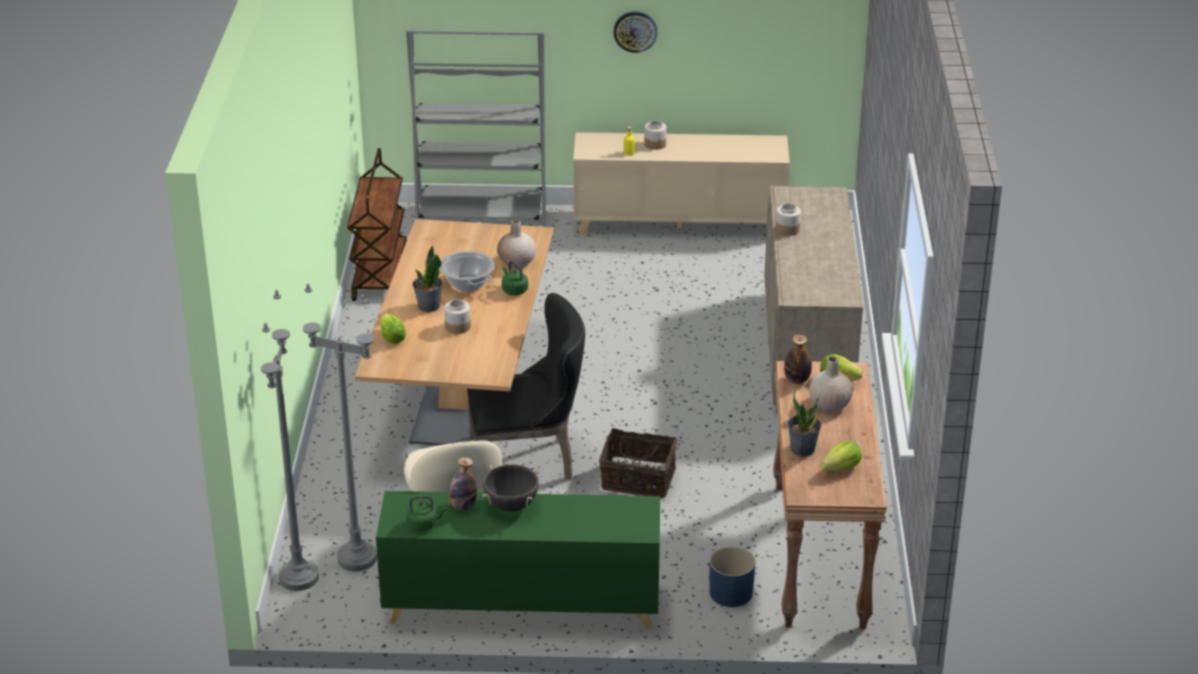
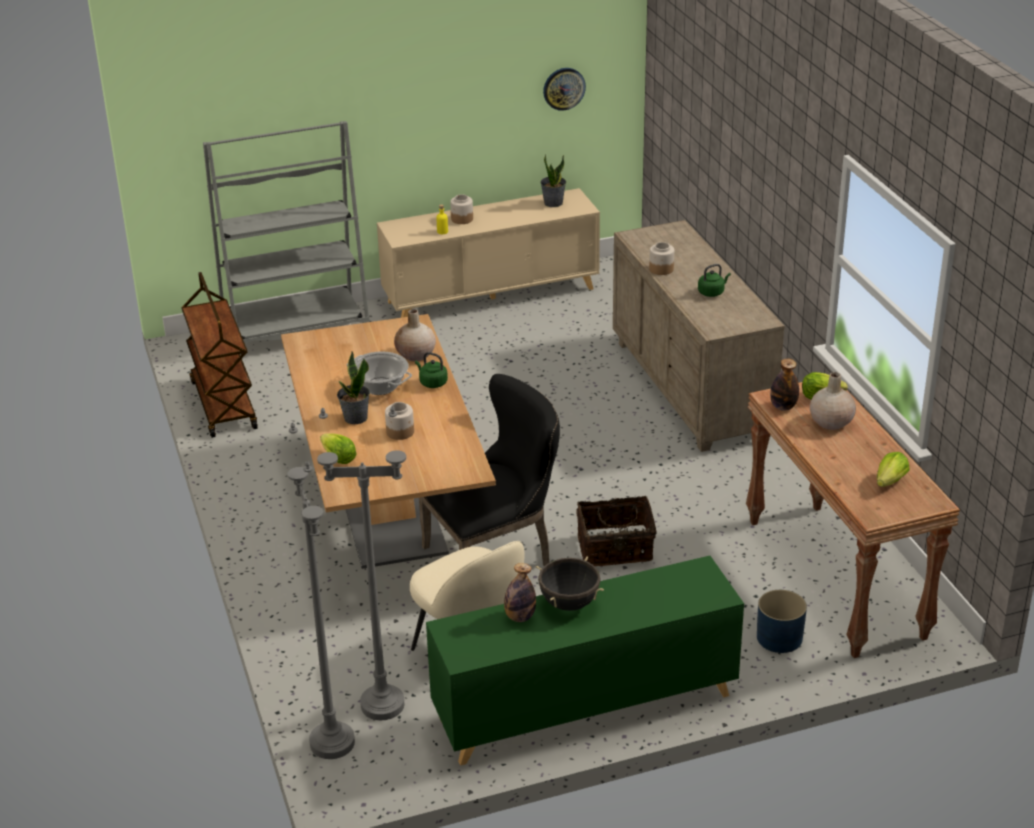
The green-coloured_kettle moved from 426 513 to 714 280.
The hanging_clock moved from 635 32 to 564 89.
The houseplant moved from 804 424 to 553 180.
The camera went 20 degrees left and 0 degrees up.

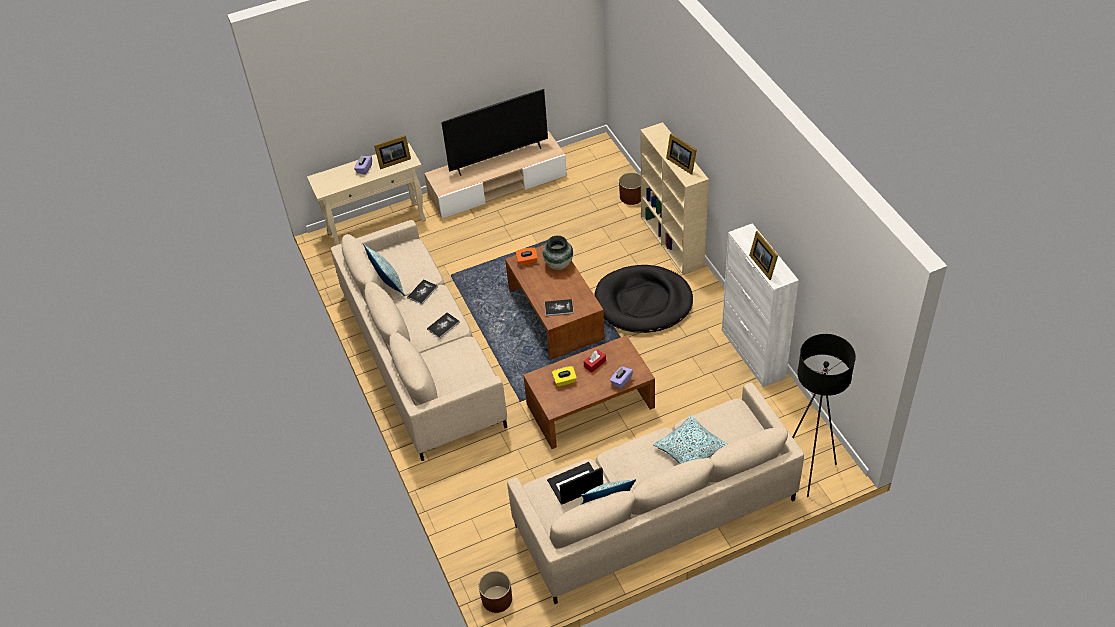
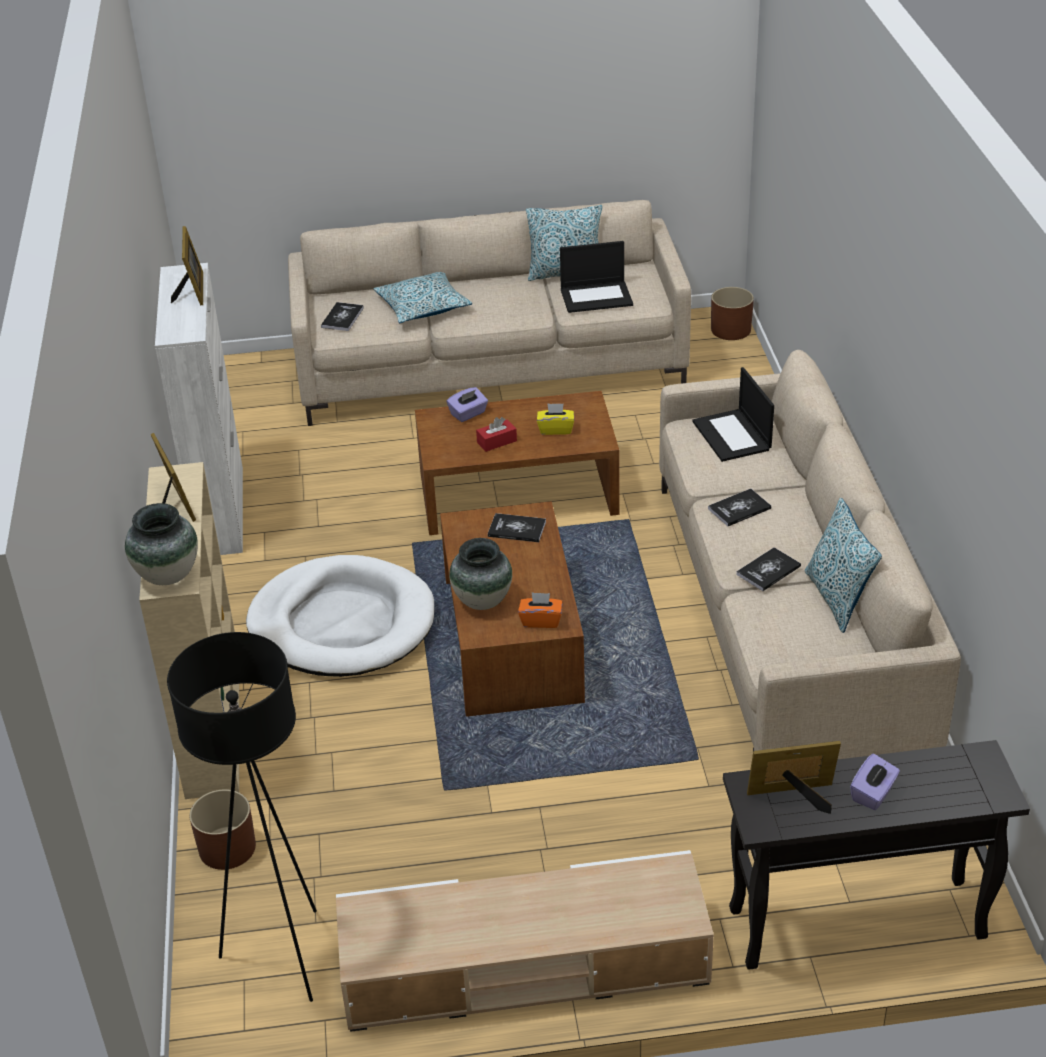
The TV at 494 132 disappeared.
The vase at 161 544 appeared.
The book at 342 316 appeared.
The portable_computer at 733 414 appeared.
The black_standard_lamp moved from 824 415 to 242 817.
The beige-coloured_narrow_table at 366 194 became the black_narrow_table at 876 855.
The black_pet_bed at 643 299 became the white-coloured_pet_bed at 340 616.
The camera went 165 degrees left and 10 degrees down.

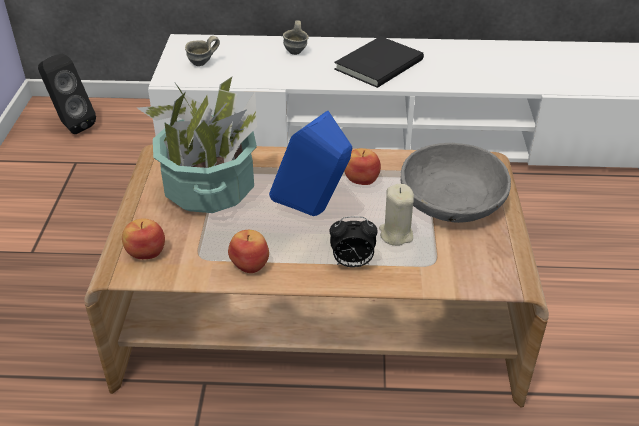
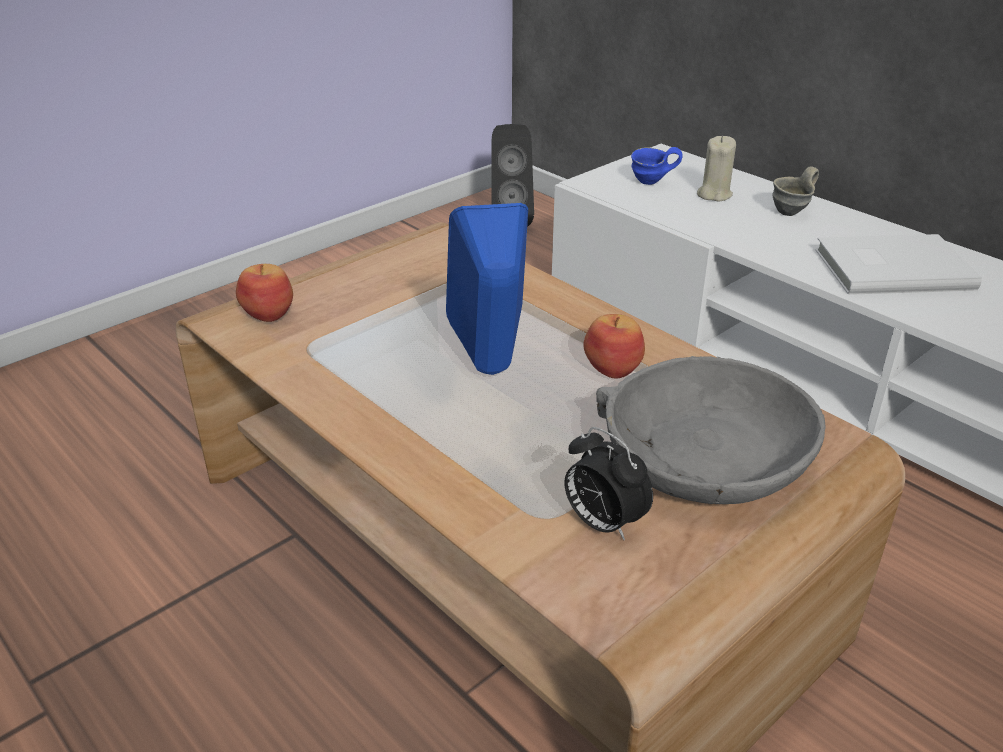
The houseplant at 197 145 disappeared.
The whole_apple at 248 251 disappeared.
The alarm_clock moved from 353 242 to 608 484.
The beige-coloured_wax_candle moved from 396 215 to 716 168.
The greyish_tea_mug at 202 51 became the blue-coloured_tea_mug at 657 166.
The black_book at 379 62 became the white-coloured_book at 898 264.
The camera went 45 degrees right and 5 degrees down.

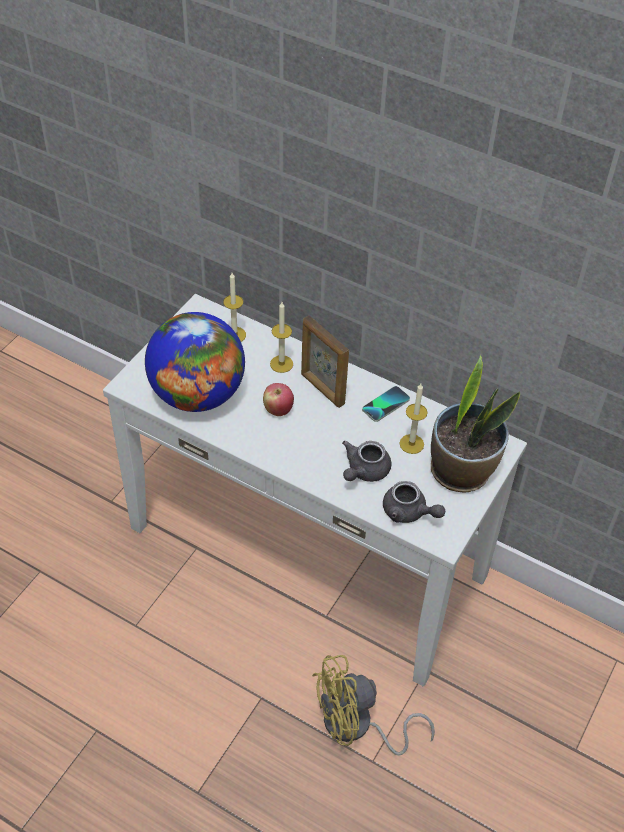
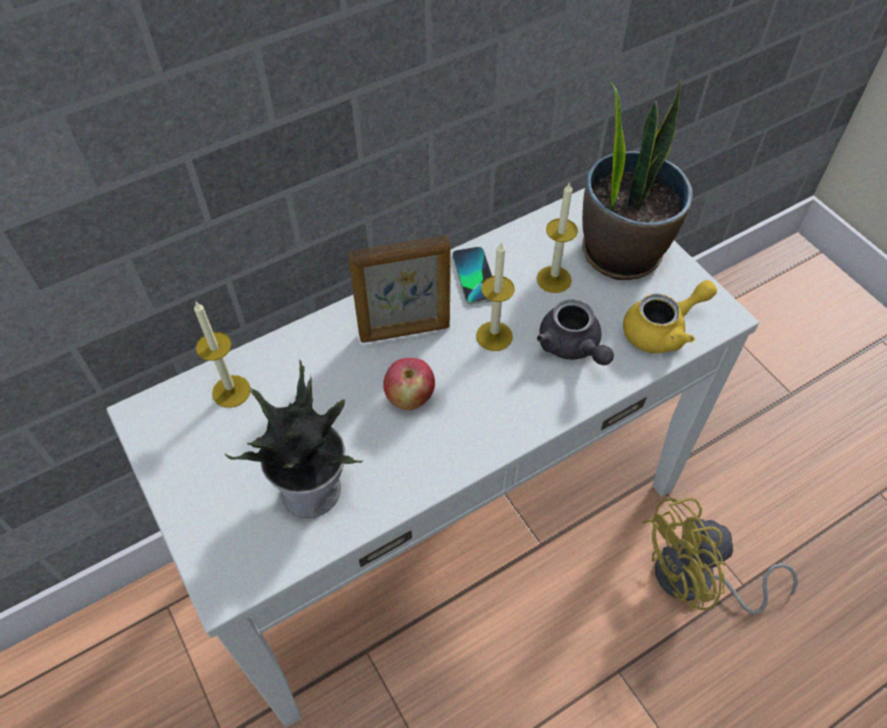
The wax_candle moved from 281 337 to 495 296.
The desk_globe at 195 362 was replaced by the houseplant at 294 438.
The greyish_pot_for_tea at 414 502 became the yellow_pot_for_tea at 670 316.
The yellow_cooling_fan at 373 705 turned 60 degrees clockwise.
The camera went 60 degrees left and 5 degrees up.

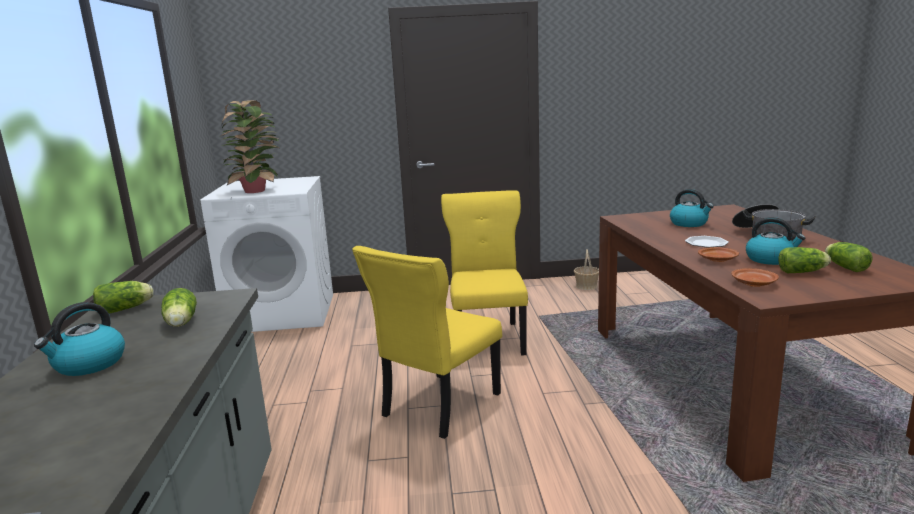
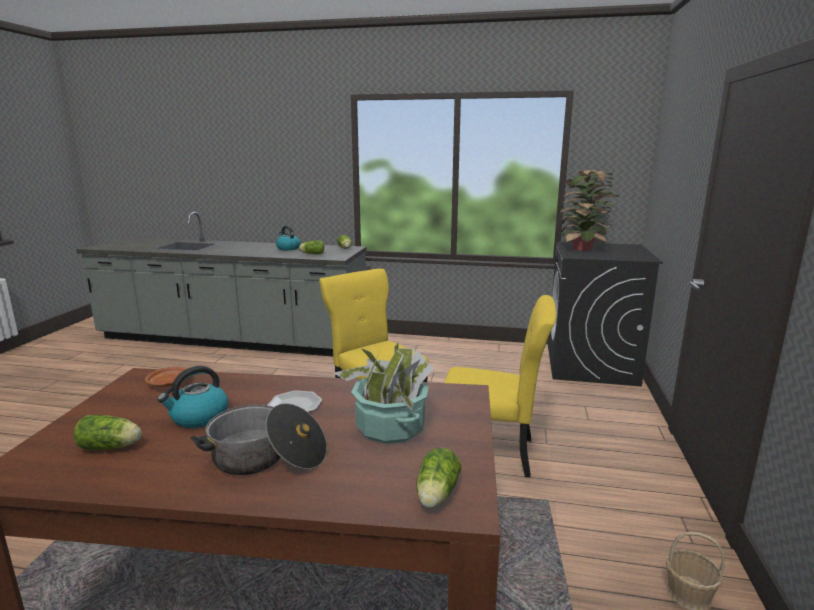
The brown_flat_dish at 718 254 disappeared.
The head_of_lettuce moved from 804 260 to 438 478.
The kettle at 692 208 was replaced by the houseplant at 384 393.
The white-coloured_laundry_machine at 267 254 became the black_laundry_machine at 605 314.
The camera went 105 degrees right and 0 degrees up.

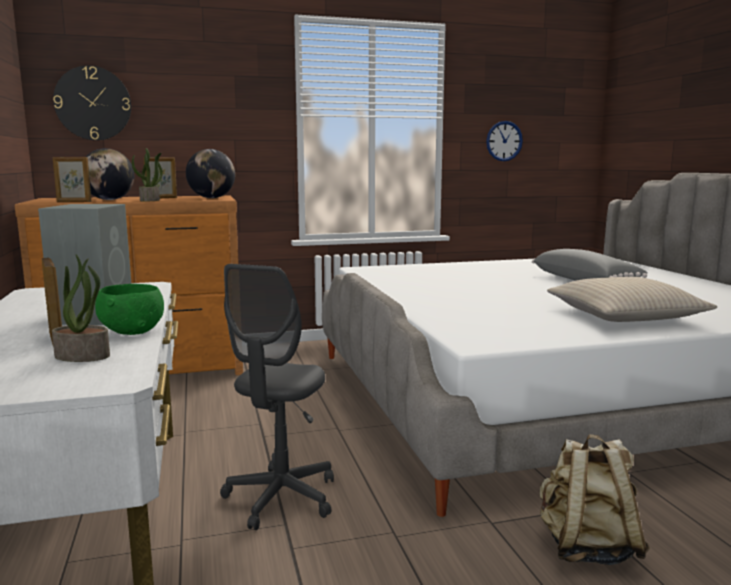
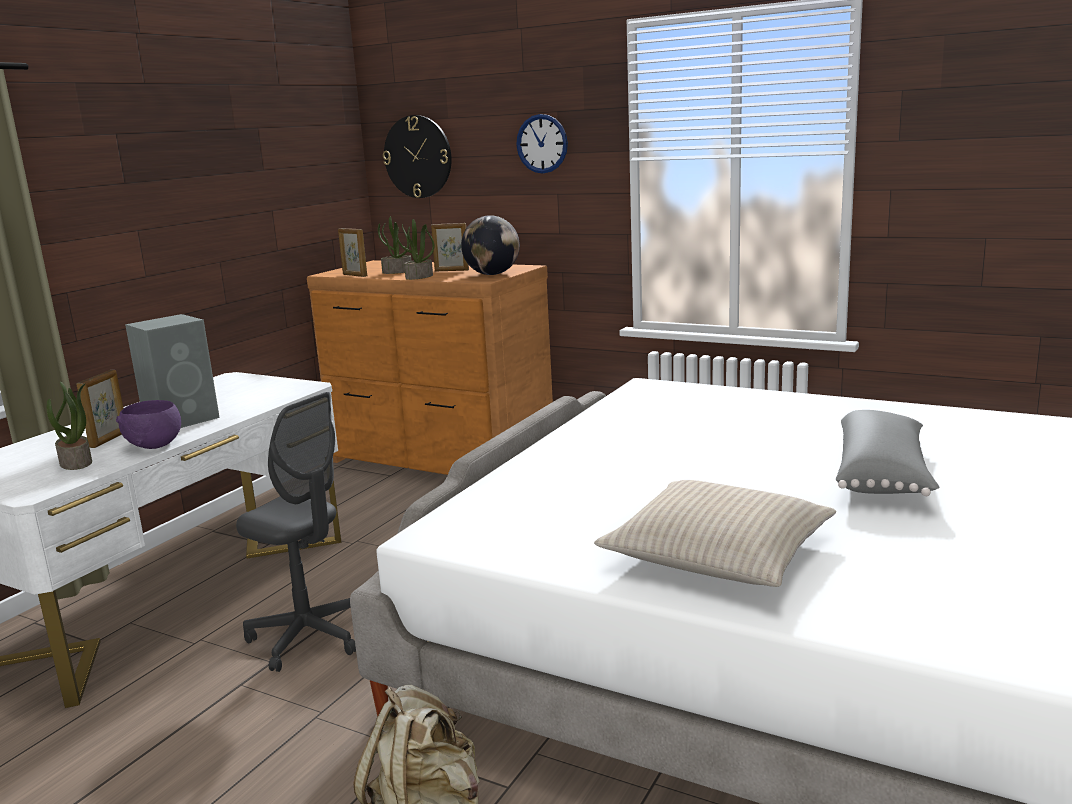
The hanging_clock moved from 504 141 to 542 144.
The desk_globe at 110 174 was replaced by the houseplant at 394 245.
The green-coloured_deep_dish at 129 309 became the purple-coloured_deep_dish at 148 424.
The greyish_office_chair at 277 397 turned 120 degrees counterclockwise.
The camera went 45 degrees right and 5 degrees up.

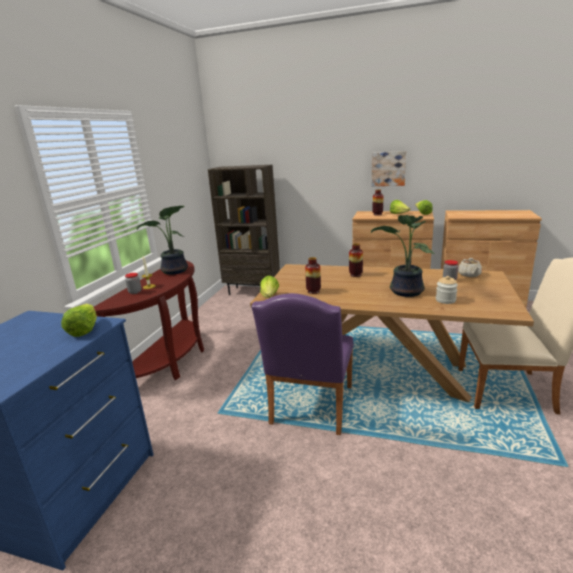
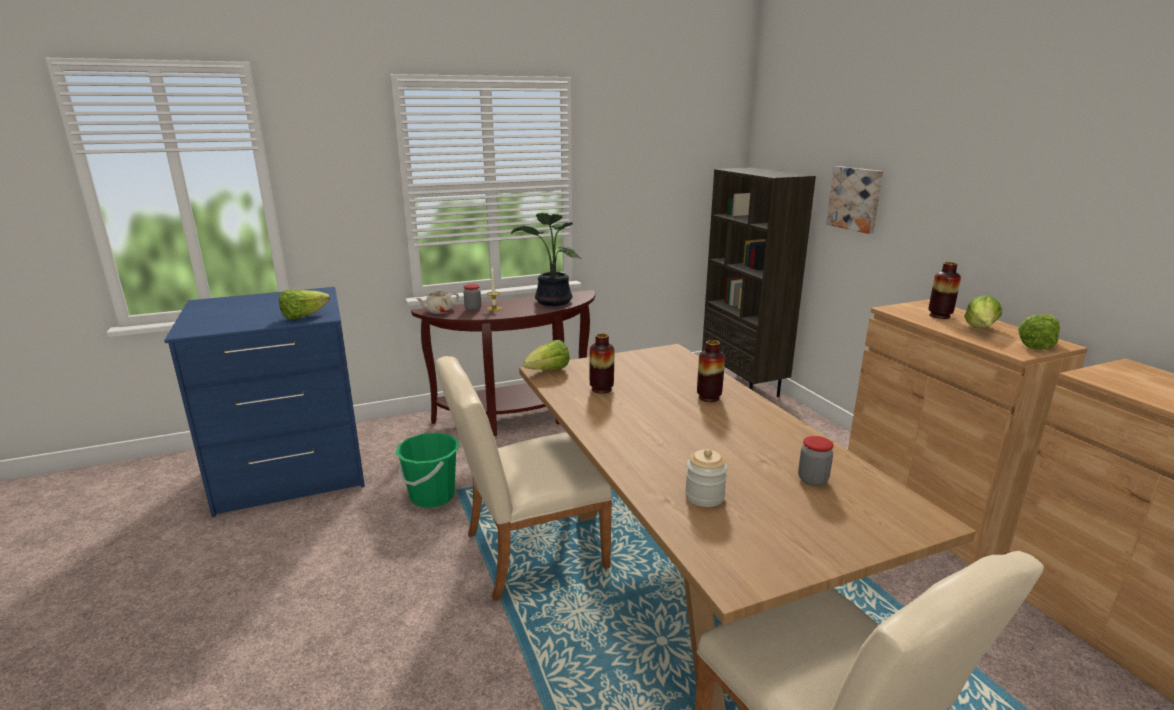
The houseplant at 403 256 disappeared.
The green-coloured_pail at 427 470 appeared.
The wall_art moved from 388 168 to 854 200.
The beige-coloured_pot_for_tea moved from 470 267 to 437 301.
The purple-coloured_plain_chair at 302 364 became the beige-coloured_plain_chair at 524 478.
The camera went 50 degrees right and 0 degrees up.

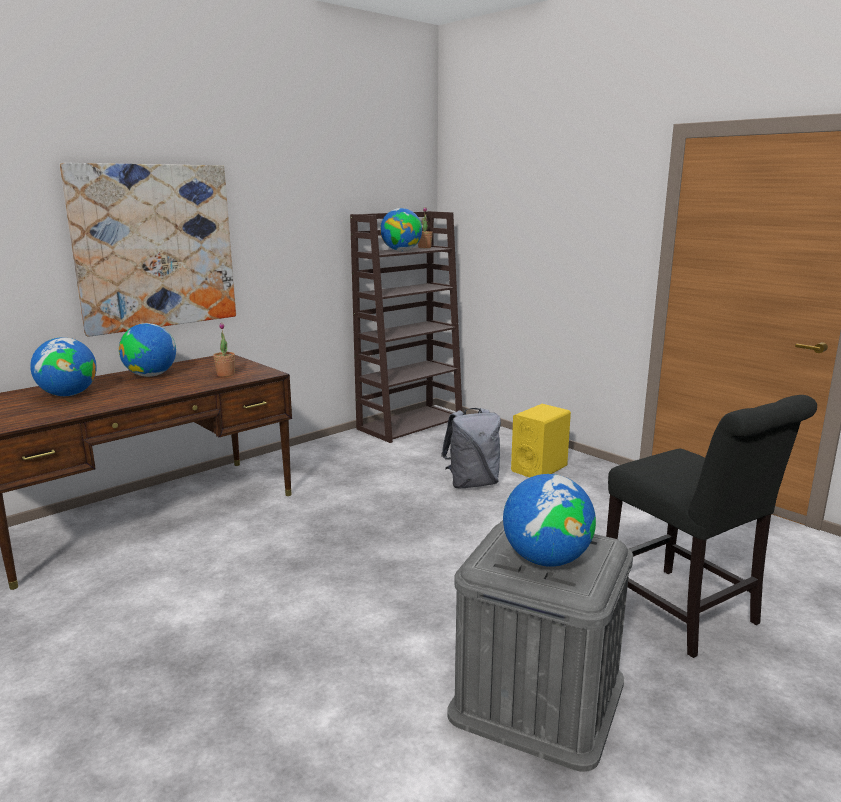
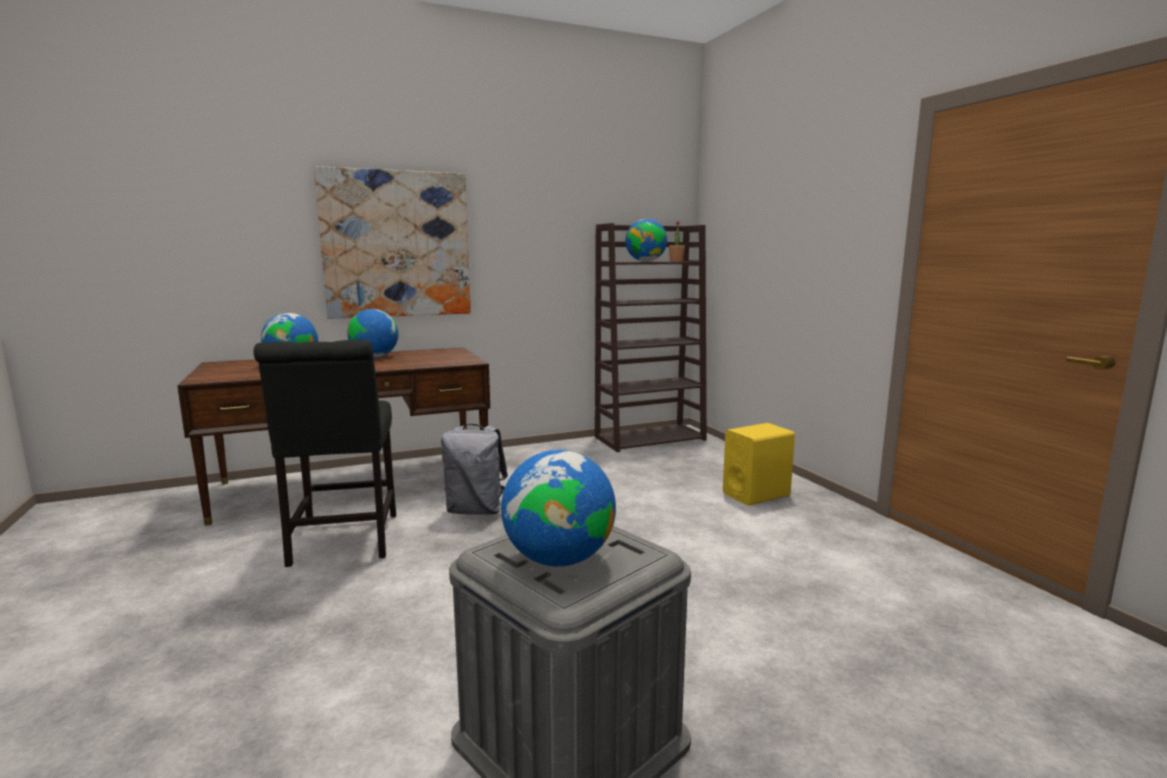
The houseplant at 224 350 disappeared.
The greyish_knapsack moved from 471 448 to 474 469.
The black_plain_chair moved from 711 526 to 324 453.
The camera went 20 degrees right and 5 degrees down.

